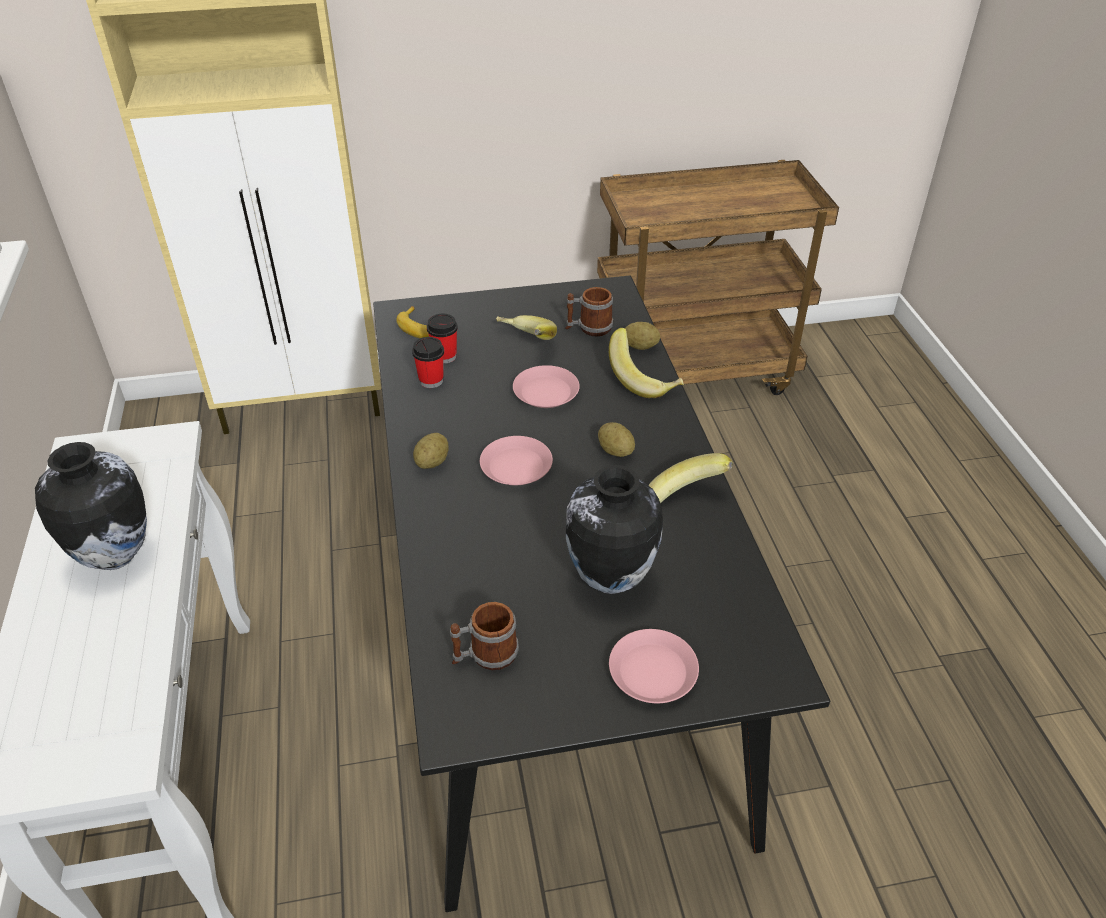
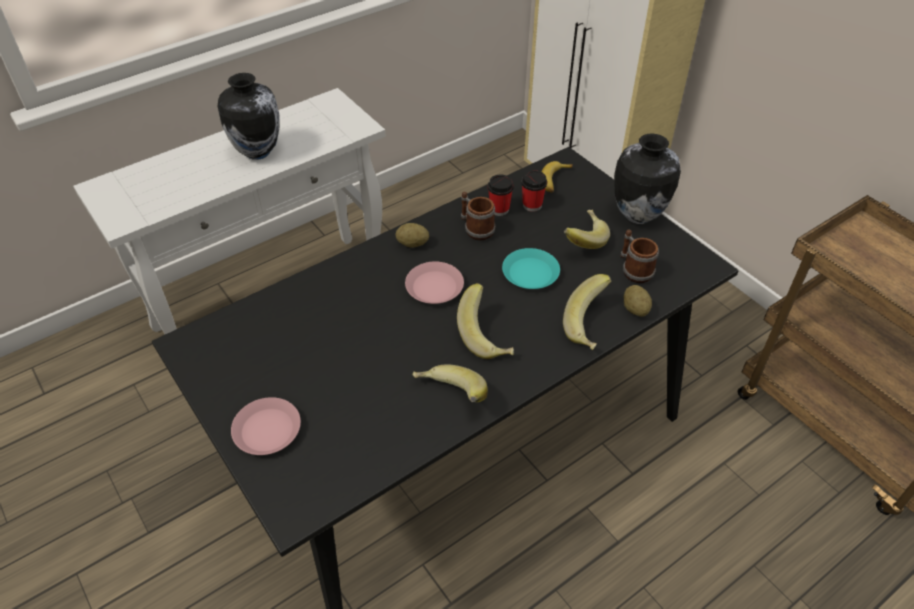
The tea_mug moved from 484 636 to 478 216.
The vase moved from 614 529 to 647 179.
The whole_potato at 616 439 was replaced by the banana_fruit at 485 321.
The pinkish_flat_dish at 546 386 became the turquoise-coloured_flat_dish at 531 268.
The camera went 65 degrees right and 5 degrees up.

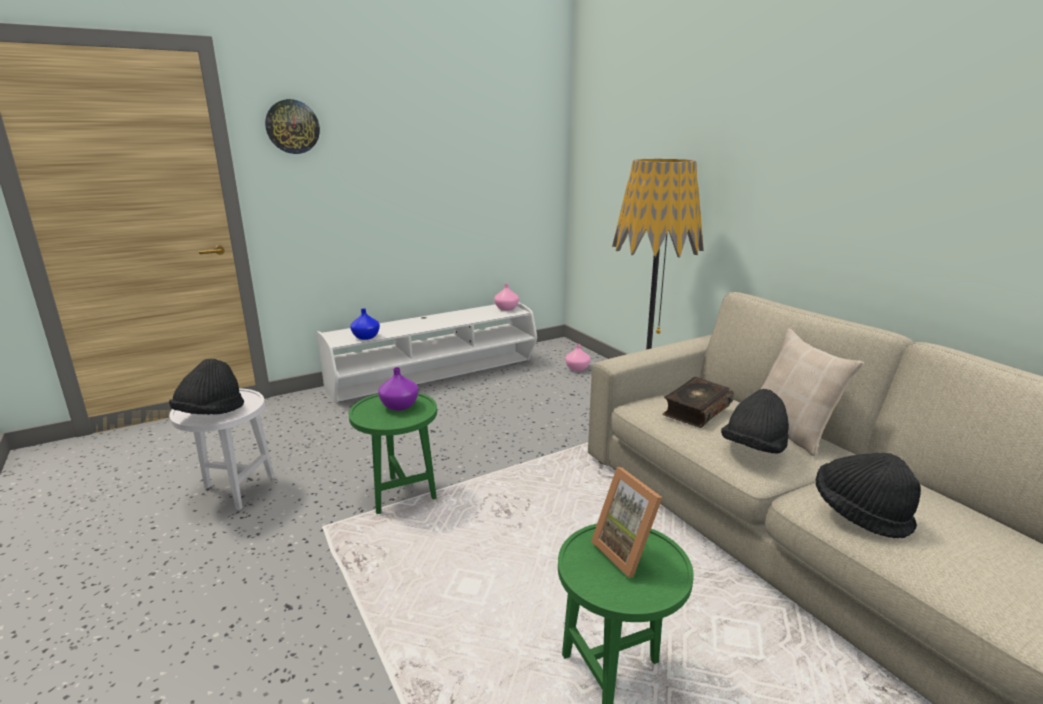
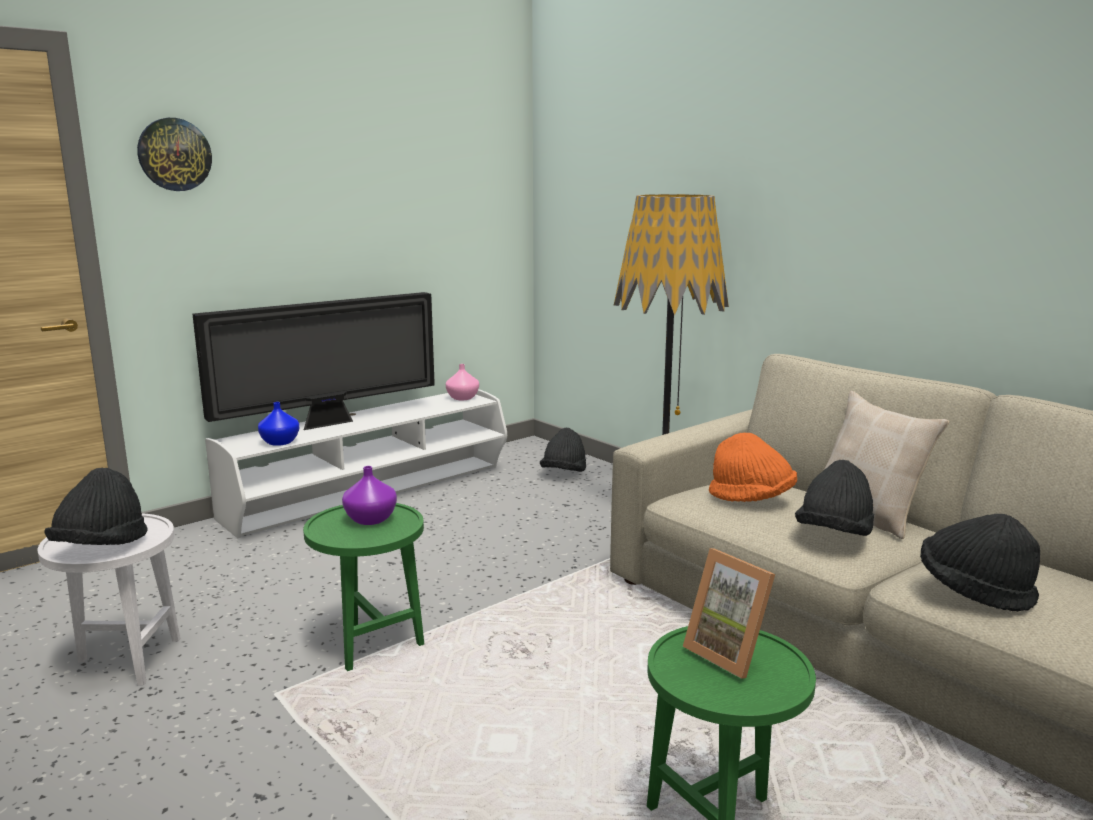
The TV at 313 361 appeared.
The pinkish_vase at 577 357 was replaced by the black_hat at 563 450.
The book at 698 402 was replaced by the orange_hat at 753 467.
The camera went 10 degrees left and 5 degrees down.

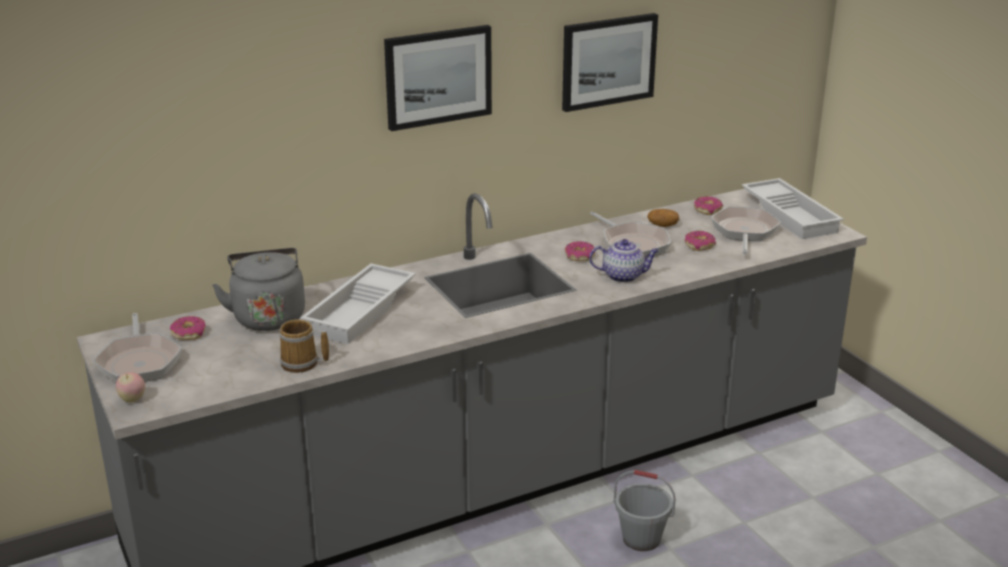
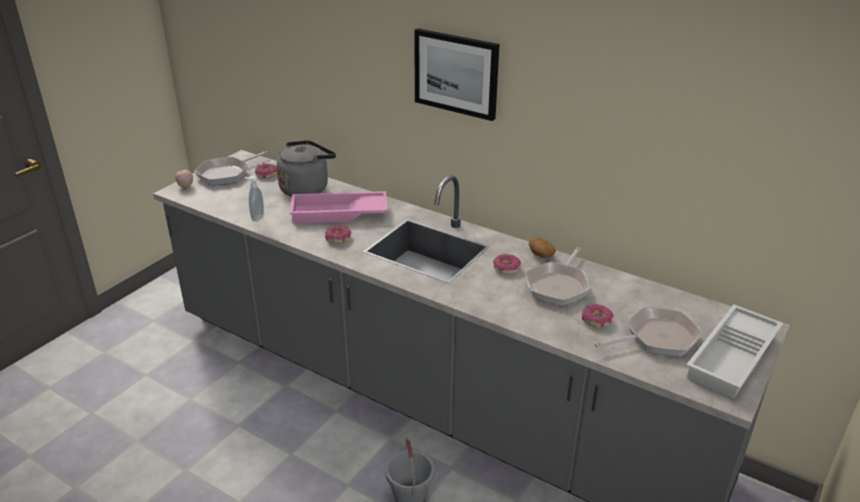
The wall_art at 610 62 disappeared.
The pot_for_tea at 624 261 disappeared.
The whole_potato moved from 663 218 to 542 247.
The donut moved from 708 205 to 338 234.
The tea_mug at 304 346 was replaced by the soap_bottle at 254 199.
The white-coloured_carrying_tray at 358 303 became the pinkish_carrying_tray at 338 207.
The camera went 60 degrees right and 5 degrees up.

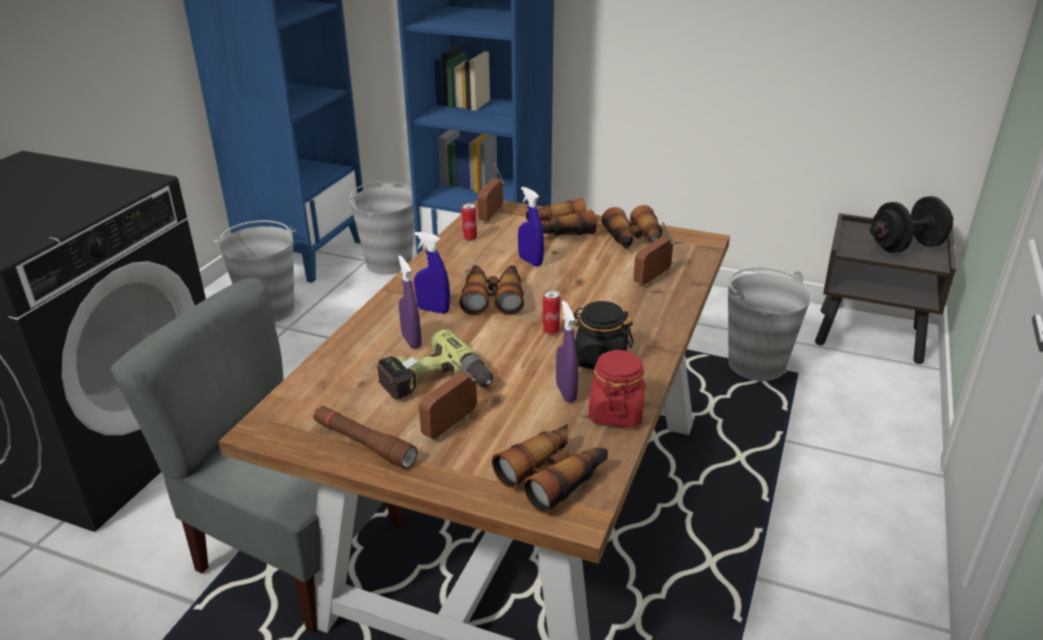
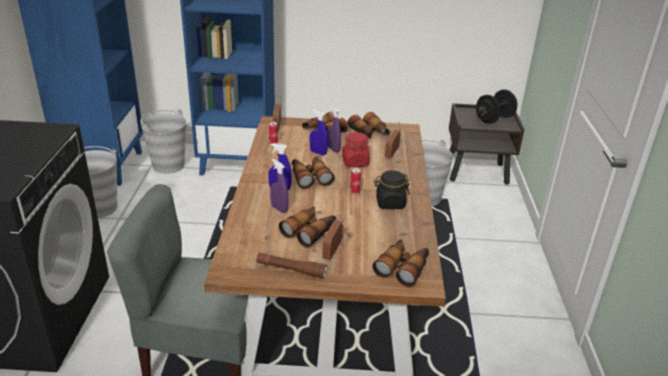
The purple-coloured_sprayer moved from 567 352 to 334 129.
The reddish_storage_jar moved from 617 388 to 356 149.
The electric_drill at 435 364 was replaced by the binoculars at 307 227.
The camera went 20 degrees left and 0 degrees up.

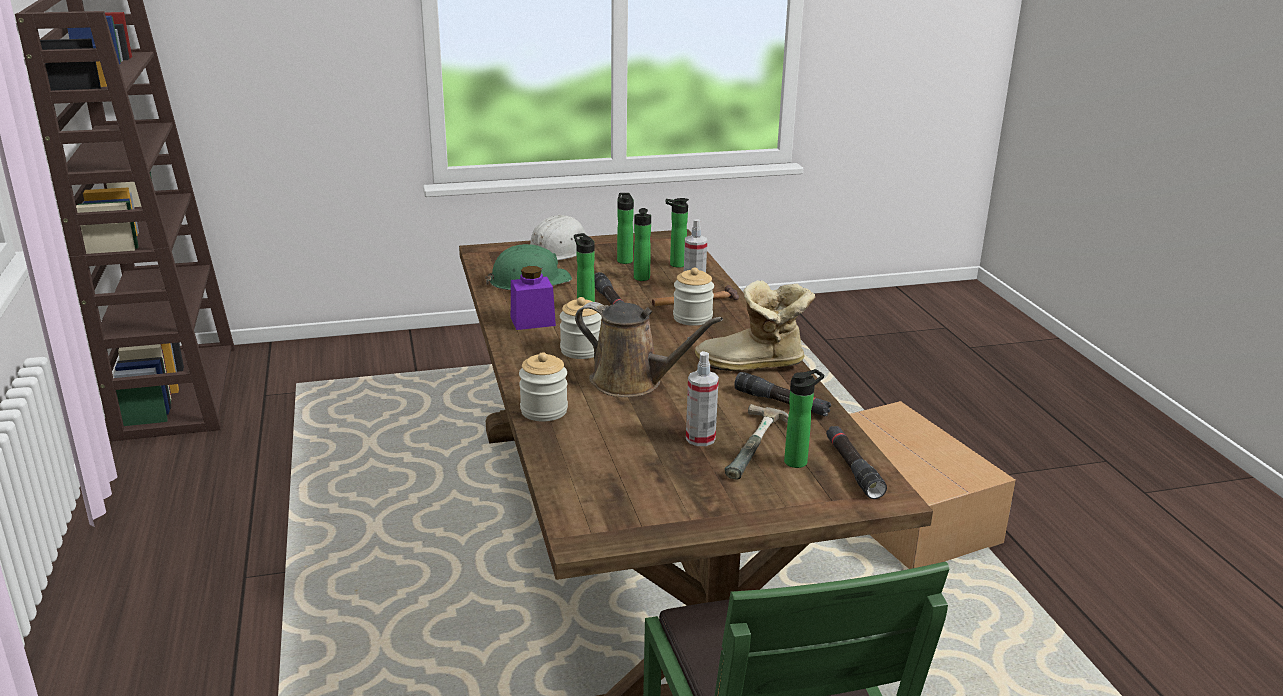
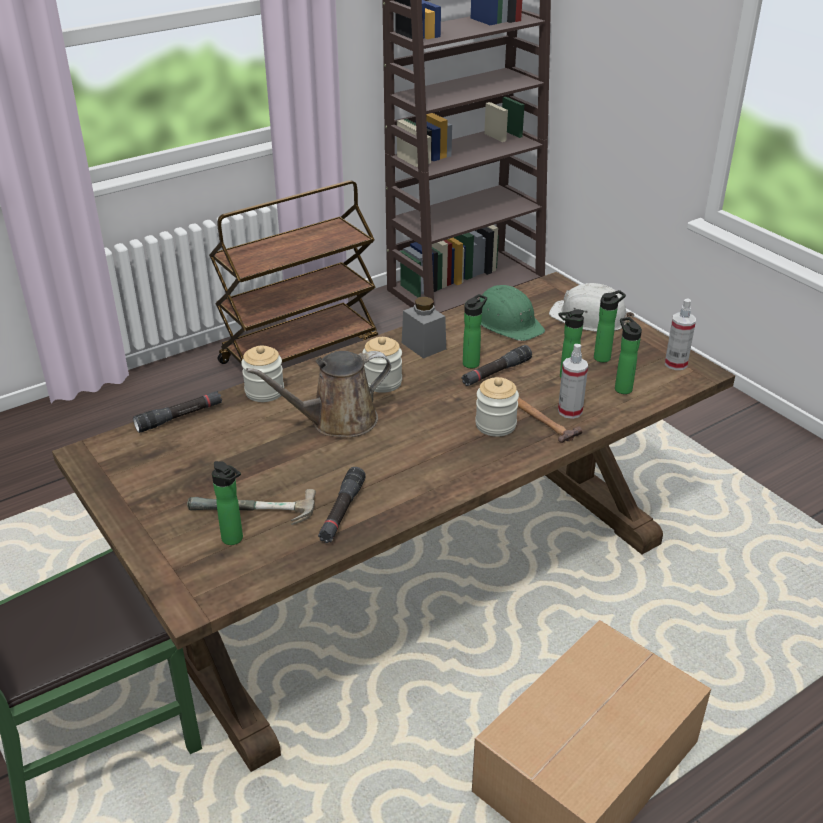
The high-top_boot at 755 325 disappeared.
The brown_trolley at 293 272 appeared.
The sprayer moved from 702 398 to 680 334.
The black_hand_torch moved from 856 462 to 177 412.
The purple-coloured_storage_jar at 533 298 became the greyish_storage_jar at 424 328.
The brown_watering_pot at 649 349 turned 60 degrees clockwise.
The camera went 70 degrees right and 10 degrees up.

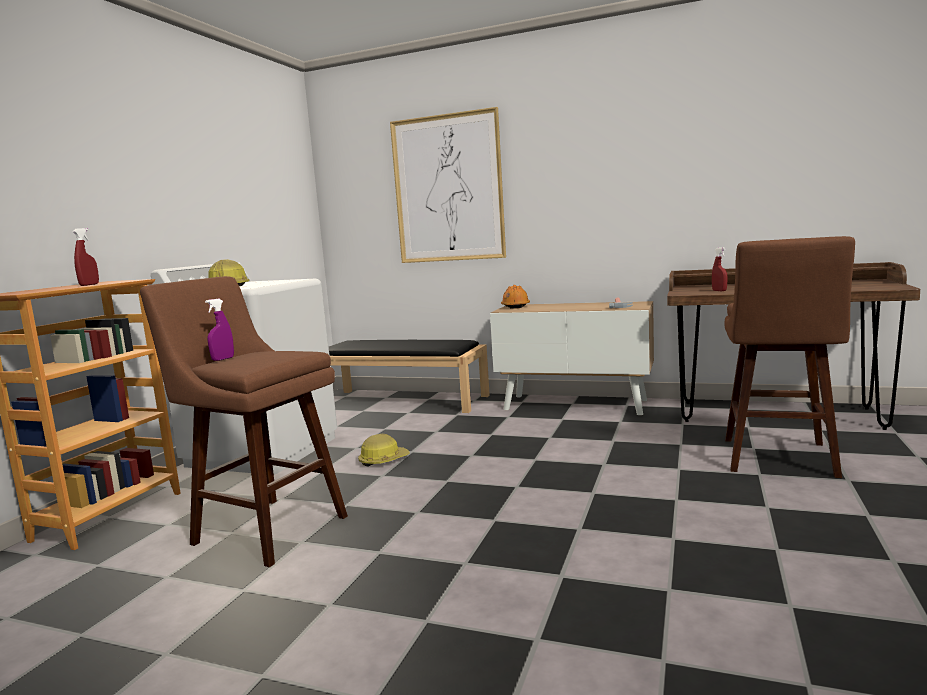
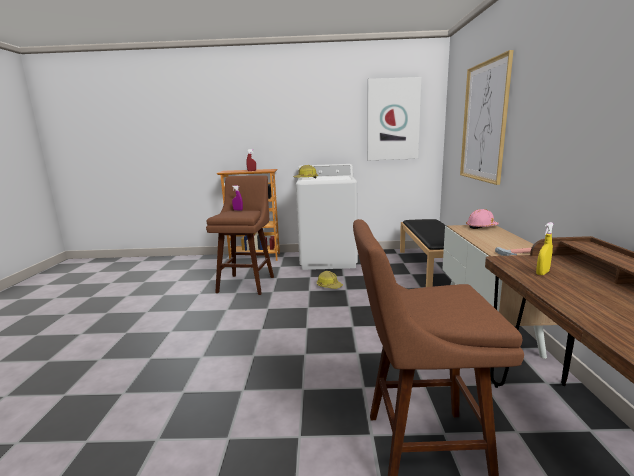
The wall_art at 394 118 appeared.
The orange_hard_hat at 515 297 became the pinkish_hard_hat at 482 219.
The reddish_sprayer at 720 269 became the yellow_sprayer at 545 248.
The camera went 70 degrees right and 5 degrees up.

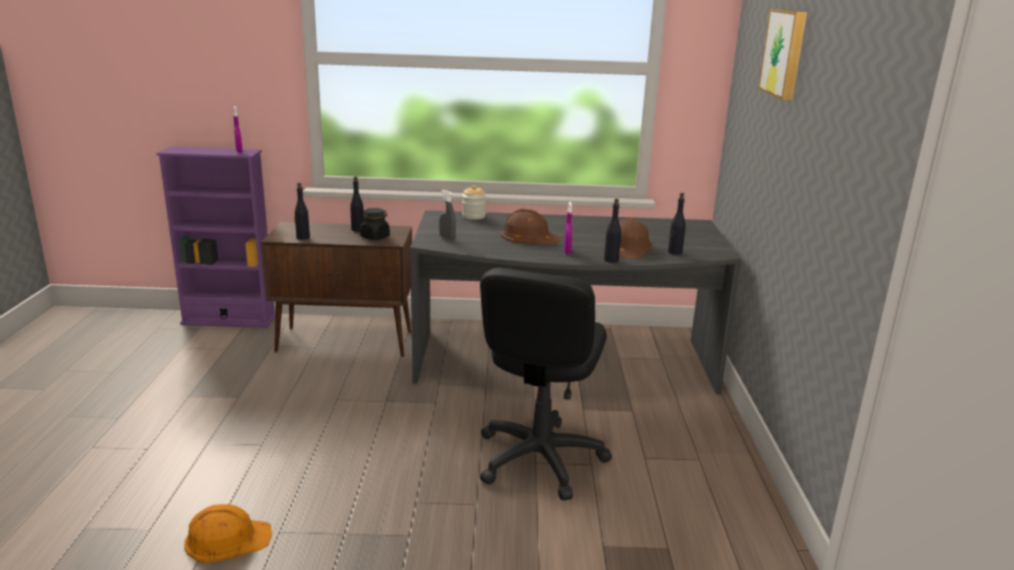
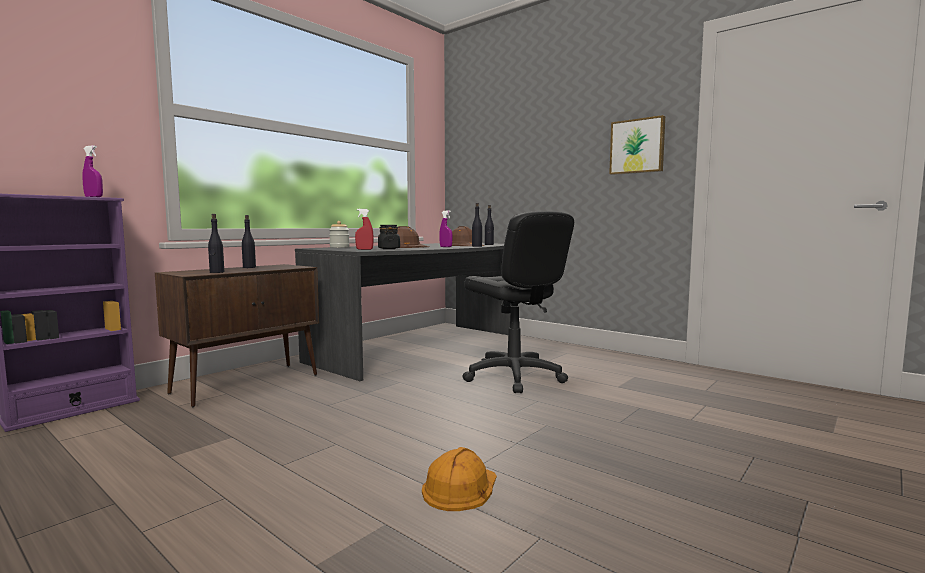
The black_storage_jar moved from 375 224 to 389 237.
The wall_art moved from 782 54 to 637 145.
The greyish_sprayer at 447 215 became the reddish_sprayer at 364 229.
The camera went 50 degrees left and 15 degrees down.

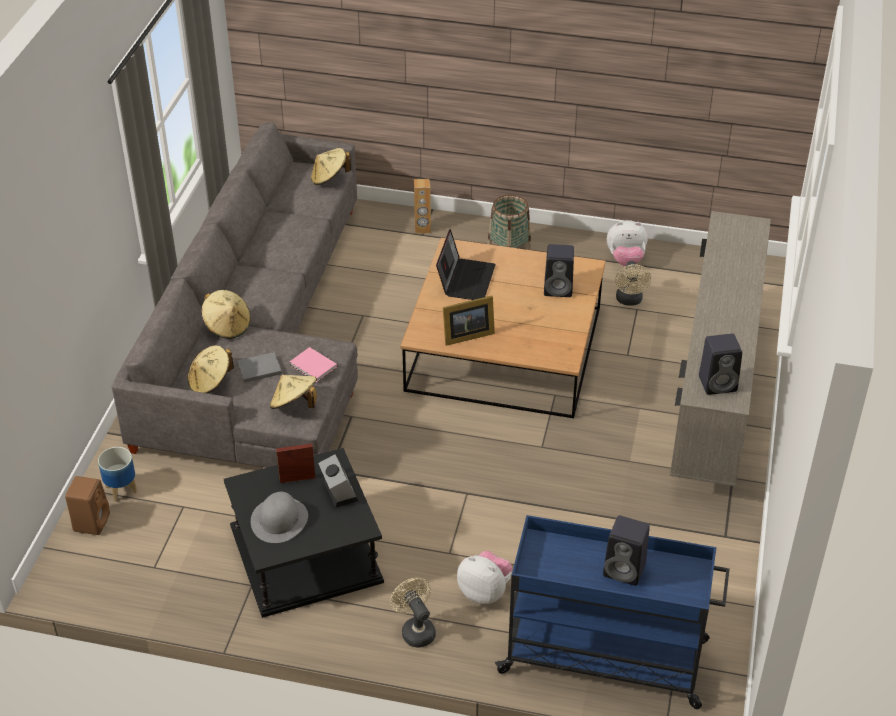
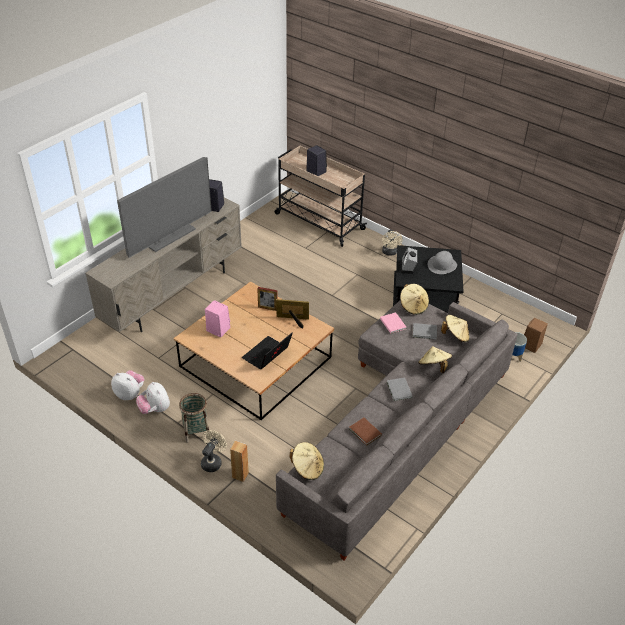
The TV at 164 207 appeared.
The brown_book at 365 432 appeared.
The greyish_book at 400 389 appeared.
The photo_frame moved from 295 463 to 267 299.
The plush_toy moved from 485 577 to 153 398.
The beige-coloured_cooling_fan moved from 633 283 to 214 451.
The blue-coloured_trolley at 612 612 became the beige-coloured_trolley at 321 196.
The black_loudspeaker at 559 270 became the pinkish_loudspeaker at 217 318.
The camera went 155 degrees left and 0 degrees up.

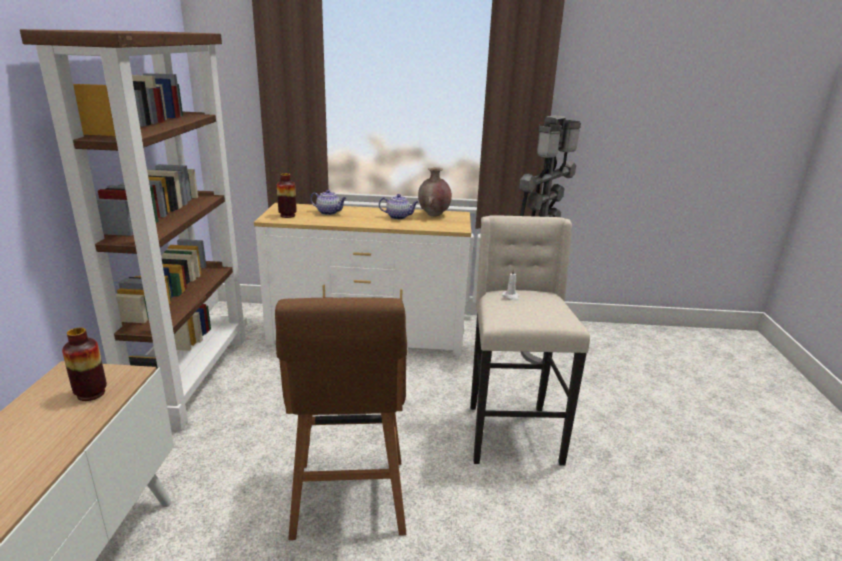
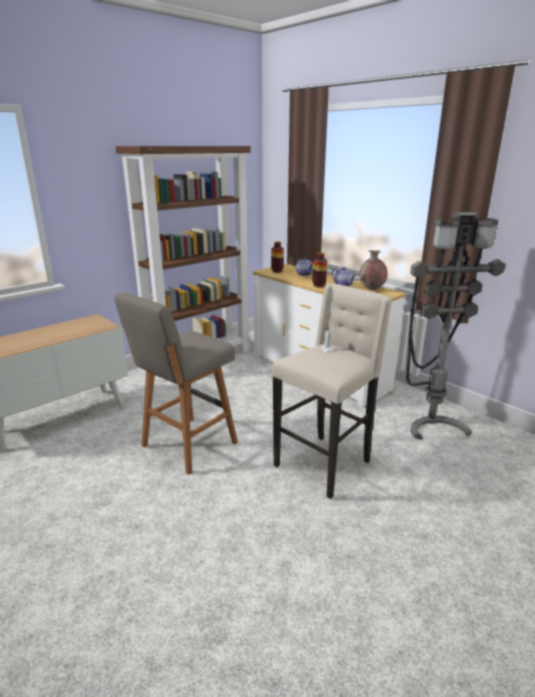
The vase moved from 84 364 to 319 270.
The brown_stool_seat at 341 418 became the greyish_stool_seat at 176 384.
The camera went 45 degrees right and 0 degrees up.

